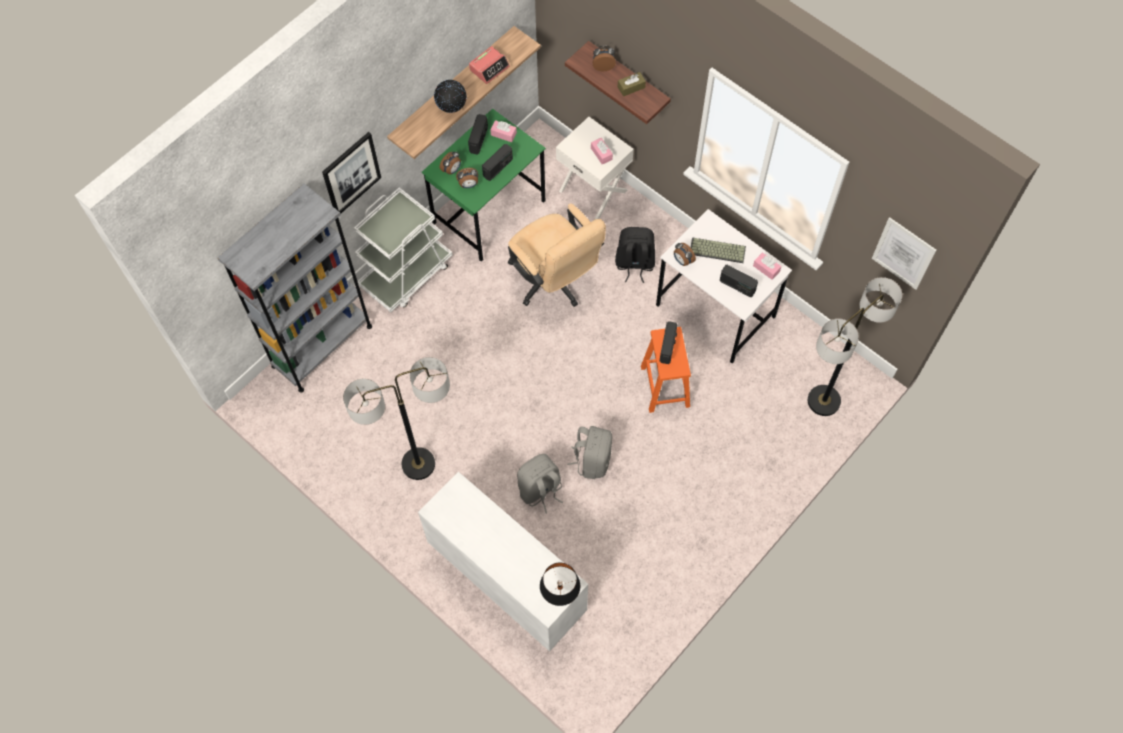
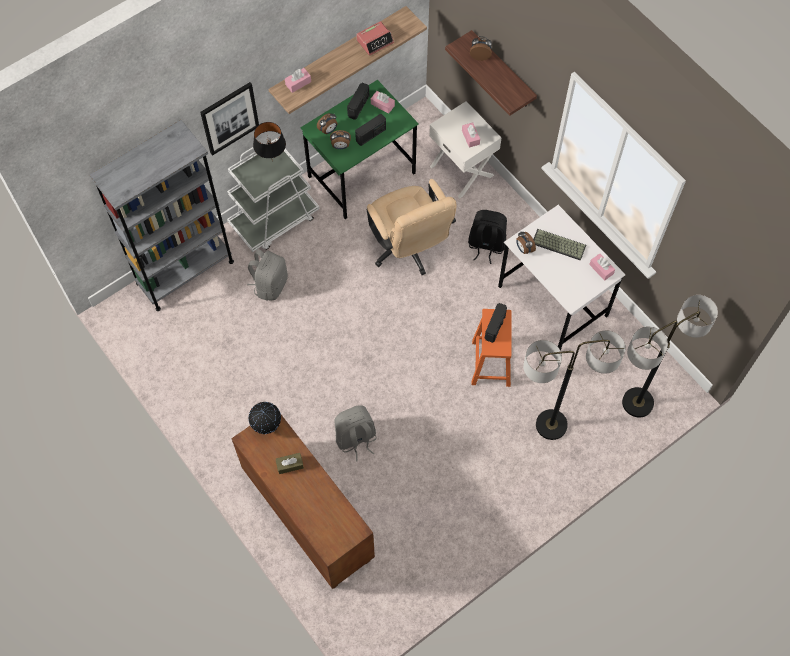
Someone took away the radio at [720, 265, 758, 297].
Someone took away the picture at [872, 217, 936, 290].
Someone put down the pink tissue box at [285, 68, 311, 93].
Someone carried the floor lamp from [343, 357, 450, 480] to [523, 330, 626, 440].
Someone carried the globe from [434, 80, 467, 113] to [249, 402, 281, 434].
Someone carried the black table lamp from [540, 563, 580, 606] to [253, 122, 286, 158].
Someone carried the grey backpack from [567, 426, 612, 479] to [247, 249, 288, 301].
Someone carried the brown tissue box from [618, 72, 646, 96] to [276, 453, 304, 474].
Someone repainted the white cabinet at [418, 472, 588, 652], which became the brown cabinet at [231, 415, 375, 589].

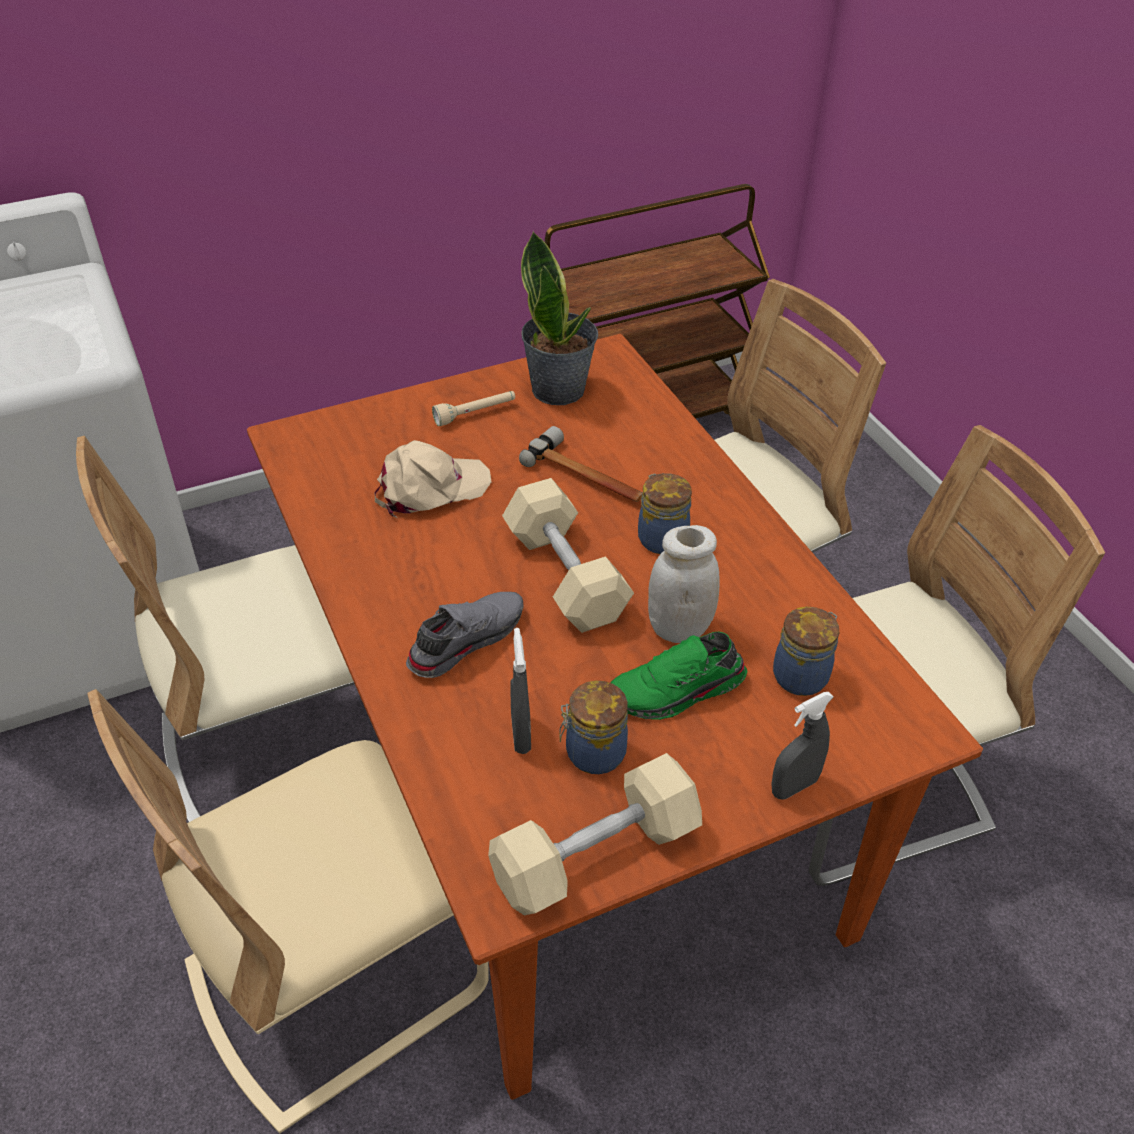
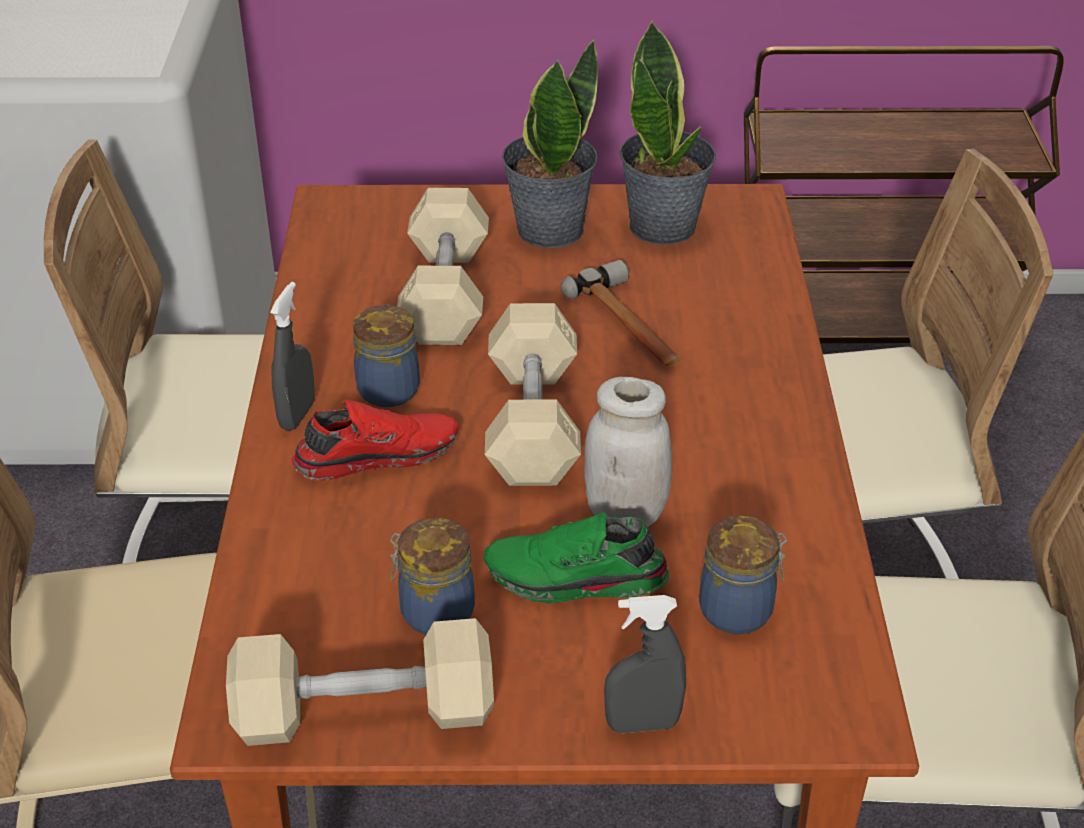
Someone carried the grey spray bottle from [510, 628, 531, 754] to [270, 282, 315, 431].
Someone carried the jar from [638, 473, 692, 554] to [353, 305, 420, 407].
Someone swapped the beige cap at [375, 440, 492, 518] for the beige dumbbell at [397, 188, 489, 345].
Someone swapped the beige flashlight at [432, 391, 515, 426] for the potted plant at [502, 39, 598, 248].
Someone repainted the grey shoe at [406, 592, 524, 678], which became the red shoe at [291, 399, 459, 481].

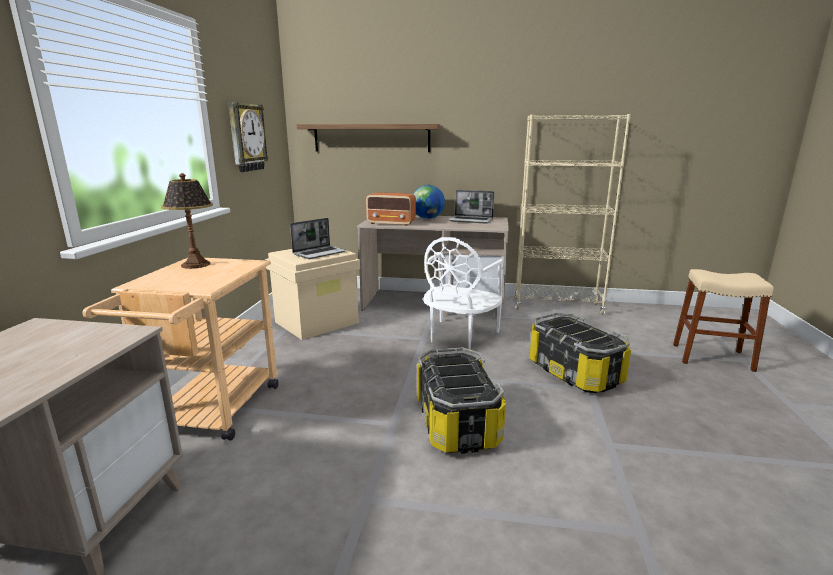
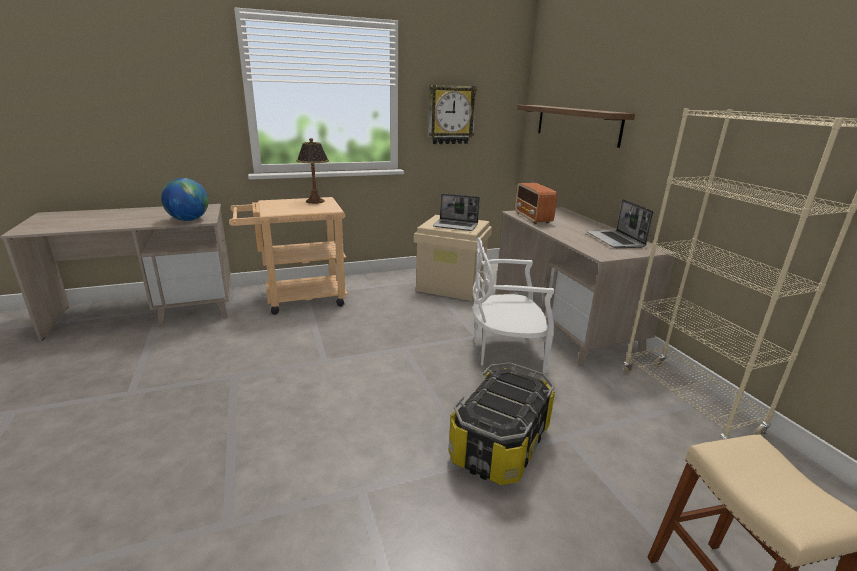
Someone took away the storage box at [417, 348, 506, 454].
Someone carried the globe from [414, 185, 445, 219] to [161, 178, 208, 221].

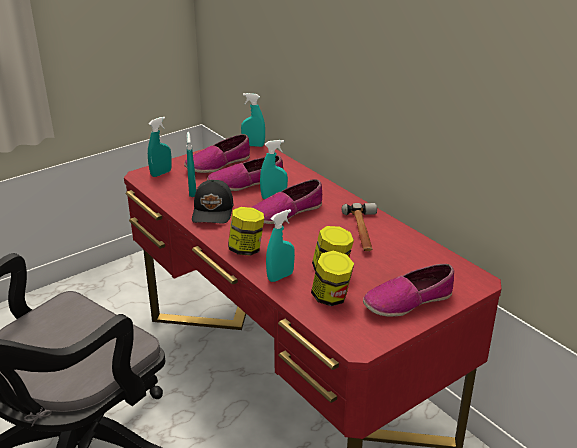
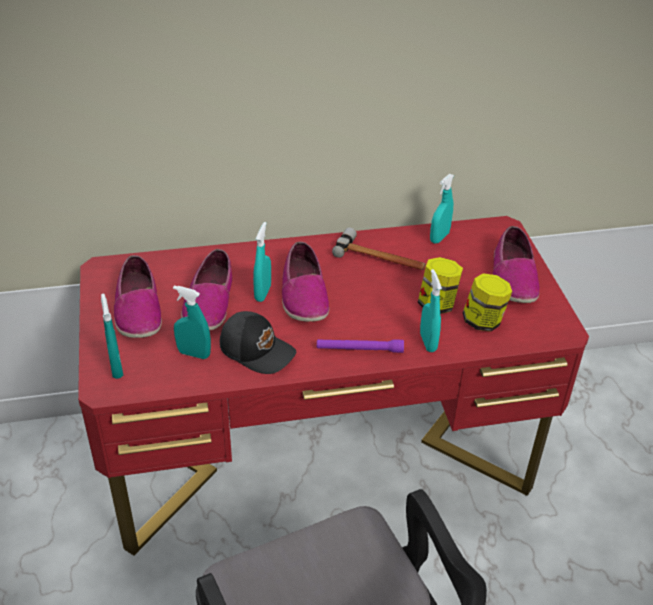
Someone carried the turquoise spray bottle from [241, 93, 265, 147] to [430, 174, 454, 244].
Someone swapped the jar at [228, 207, 264, 256] for the purple flashlight at [317, 339, 404, 353].

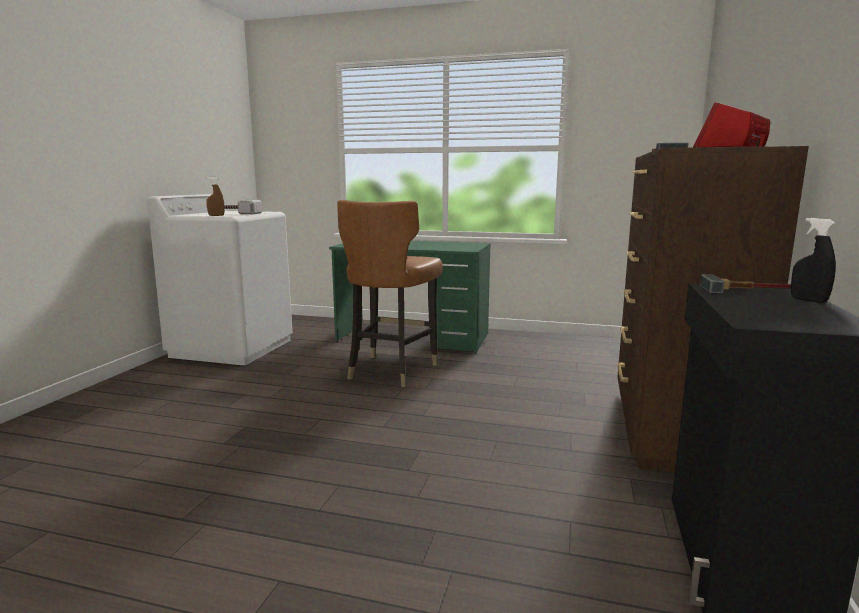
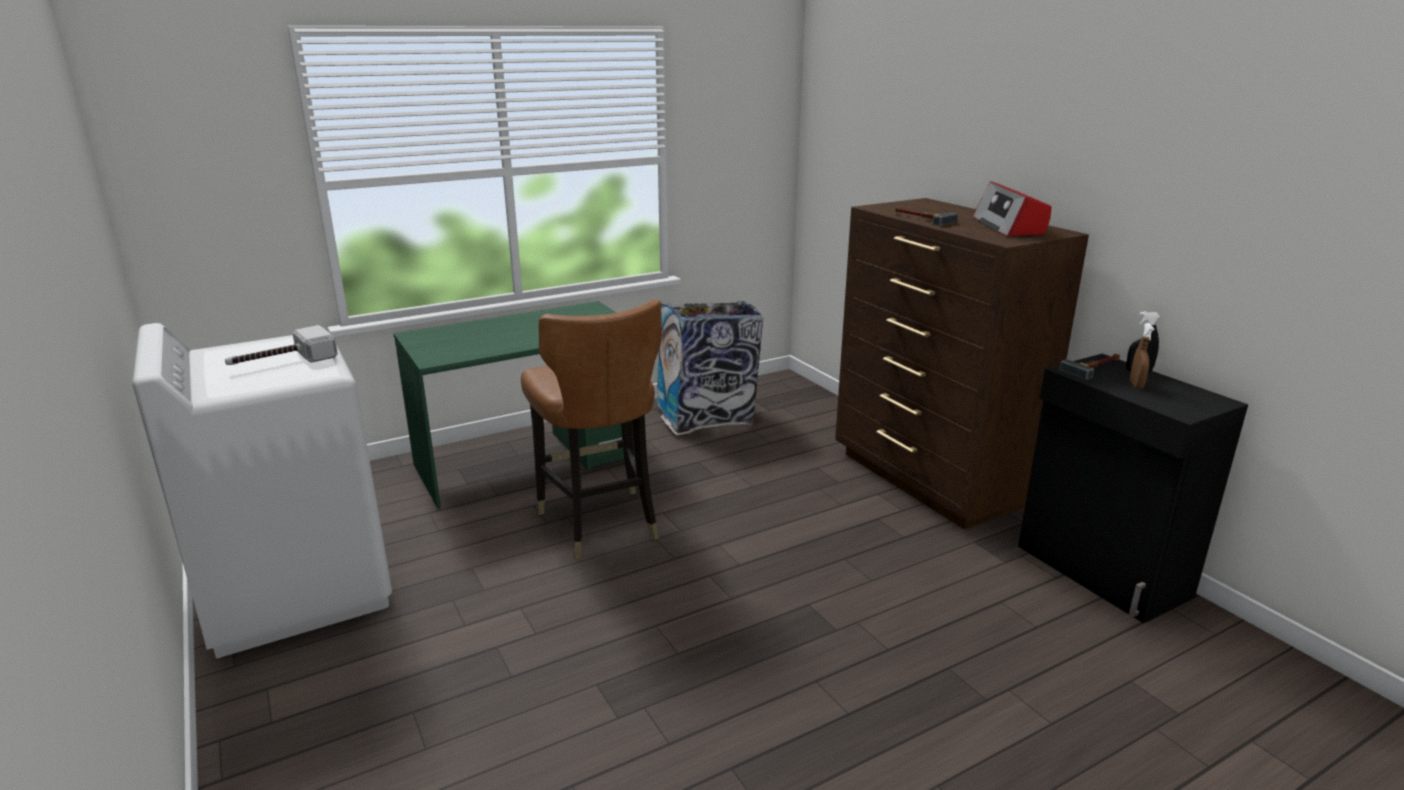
Someone put down the trash can at [656, 301, 763, 435].
Someone carried the brown spray bottle from [206, 177, 225, 216] to [1130, 323, 1154, 389].

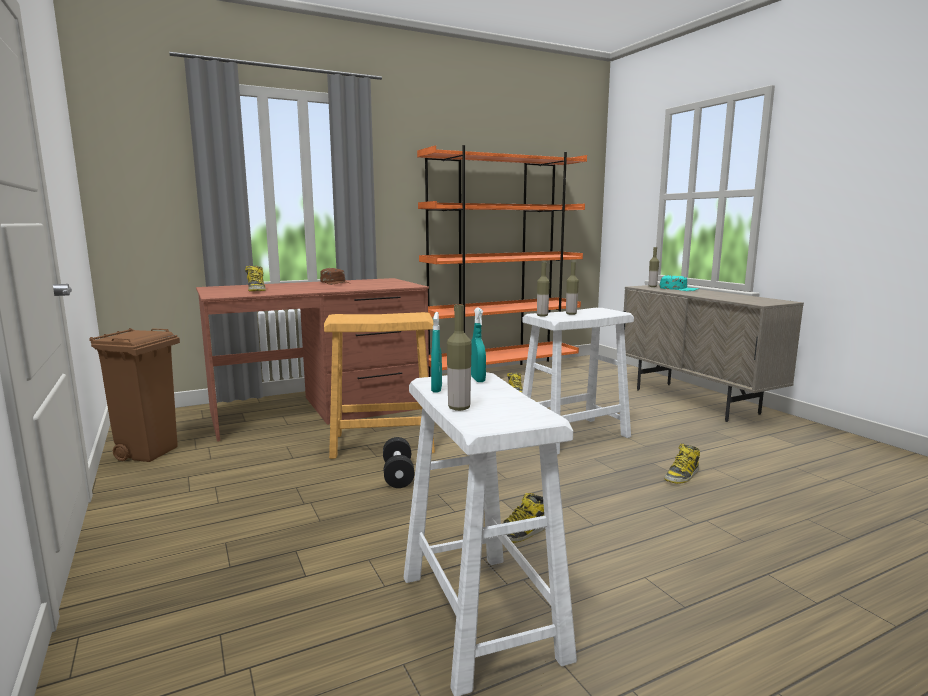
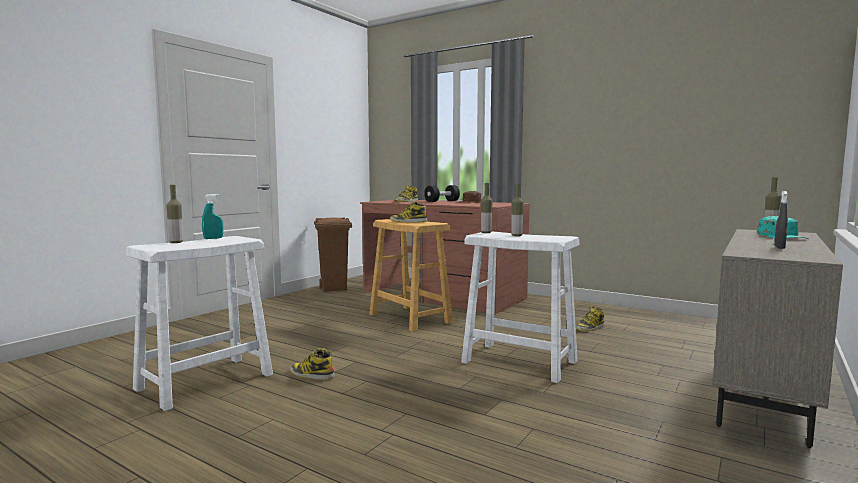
Someone took away the orange bookcase at [417, 145, 587, 377].
Someone took away the turquoise spray bottle at [471, 308, 486, 382].
Someone put down the grey spray bottle at [774, 191, 788, 249].
Someone carried the black dumbbell from [383, 437, 414, 488] to [424, 185, 460, 202].
Someone carried the boot from [664, 444, 700, 484] to [390, 202, 427, 222].

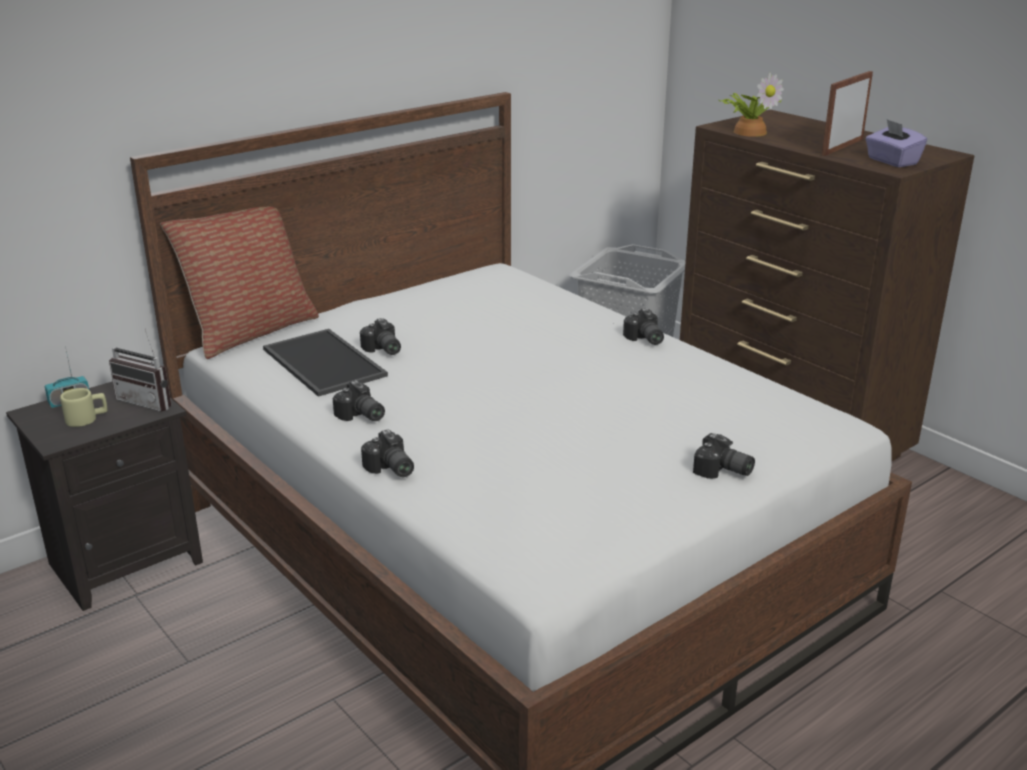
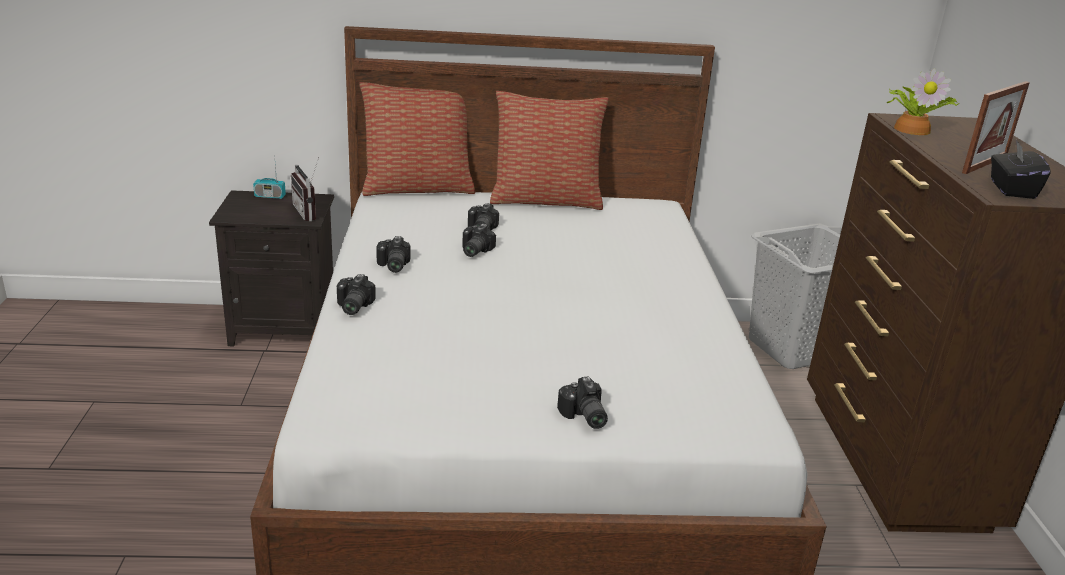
Someone took away the beige mug at [60, 388, 107, 427].
Someone took away the tray at [263, 329, 388, 397].
Someone put down the pillow at [490, 91, 609, 210].
Someone carried the photo camera from [623, 308, 664, 345] to [462, 224, 496, 257].
Someone repainted the purple tissue box at [865, 119, 927, 167], which became the black tissue box at [991, 140, 1051, 199].
Someone rotated the picture frame at [822, 71, 873, 156] by 150 degrees clockwise.

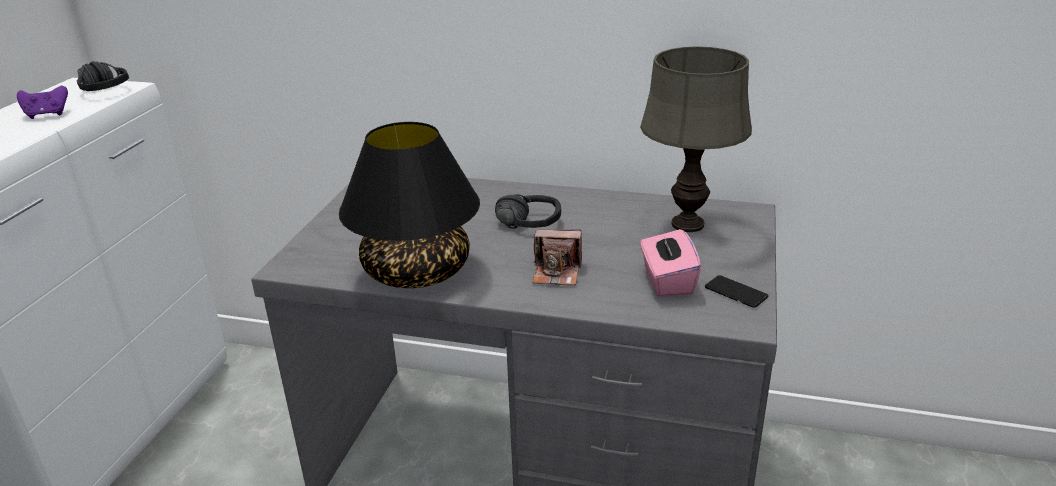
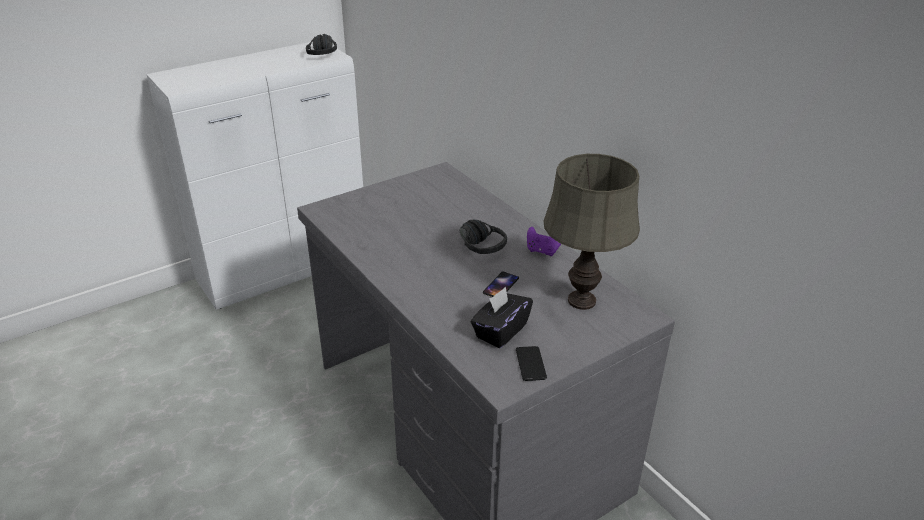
Someone took away the black table lamp at [339, 122, 480, 288].
Someone took away the photo camera at [532, 229, 582, 286].
Someone put down the phone at [483, 271, 519, 297].
Someone carried the purple game controller from [17, 86, 68, 119] to [527, 227, 561, 256].
Someone repainted the pink tissue box at [640, 227, 701, 297], which became the black tissue box at [471, 287, 533, 348].

